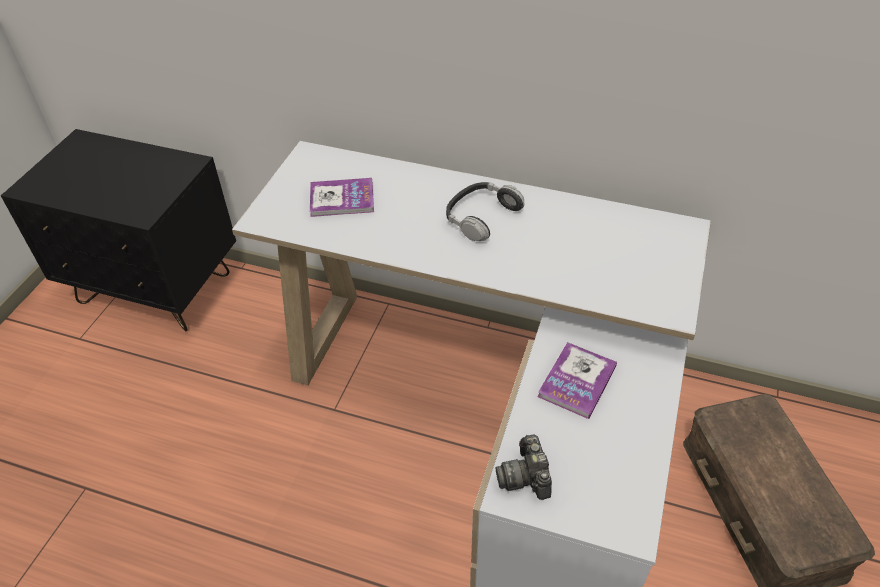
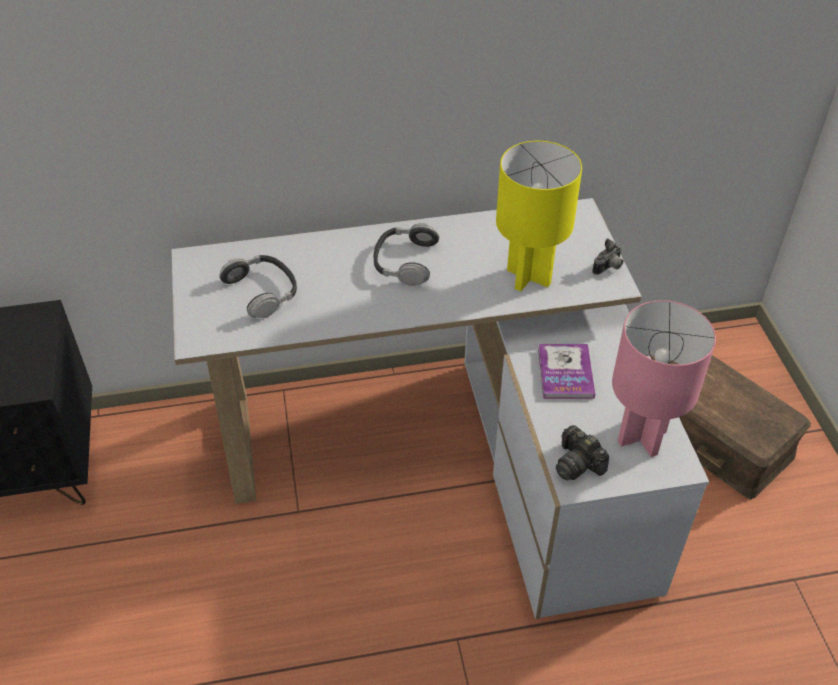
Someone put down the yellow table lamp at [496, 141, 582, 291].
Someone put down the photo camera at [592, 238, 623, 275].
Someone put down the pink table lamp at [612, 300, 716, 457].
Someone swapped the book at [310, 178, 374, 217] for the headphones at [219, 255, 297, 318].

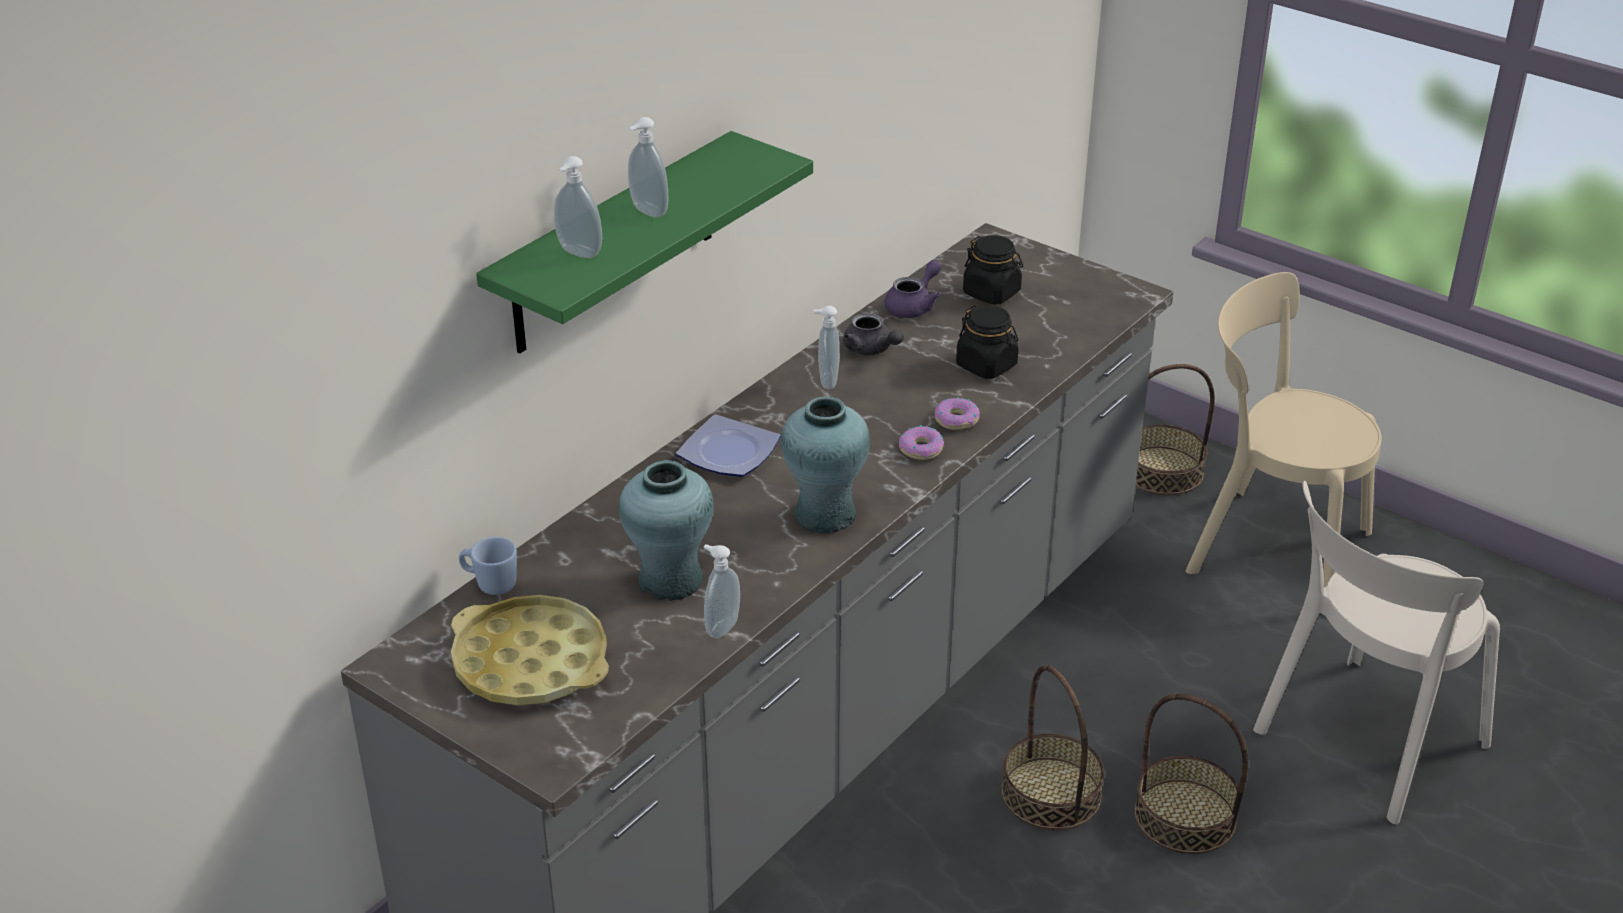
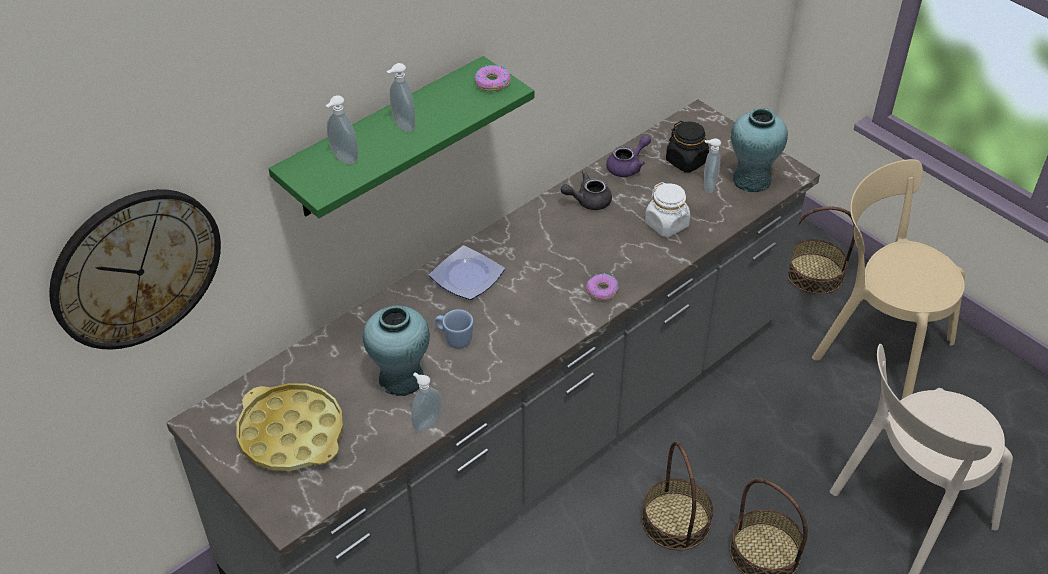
Someone put up the wall clock at [49, 189, 221, 349].
Someone carried the blue mug from [459, 537, 517, 595] to [435, 309, 473, 349].
Someone carried the turquoise vase from [780, 396, 870, 534] to [731, 108, 788, 192].
Someone carried the soap dispenser from [813, 306, 840, 389] to [704, 139, 721, 193].
Someone carried the donut from [935, 397, 980, 430] to [474, 65, 511, 91].
Someone repainted the black jar at [956, 305, 1018, 379], which became the white jar at [645, 182, 690, 237].
Someone rotated the grey teapot at [843, 313, 904, 355] by 105 degrees clockwise.

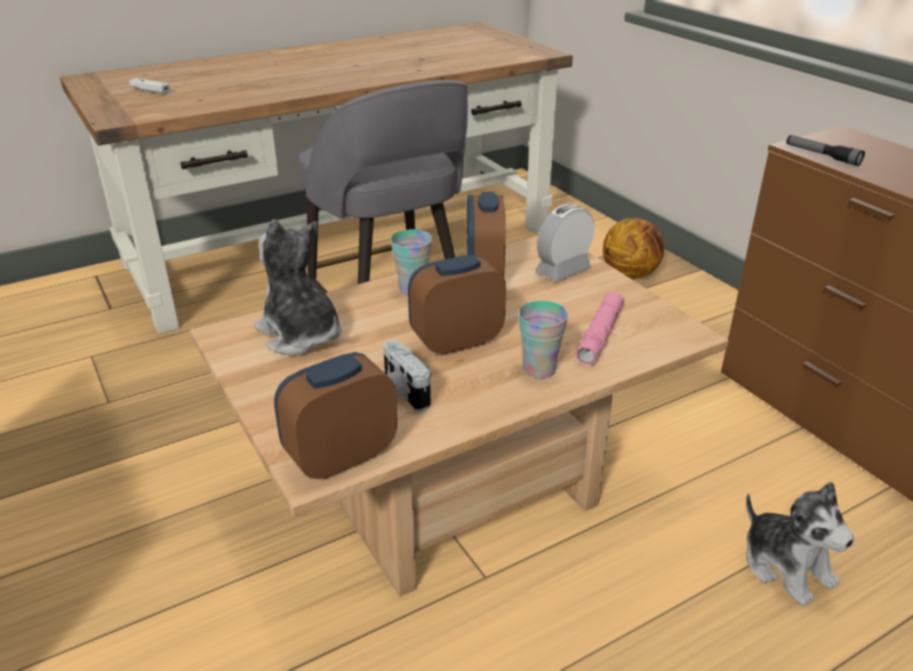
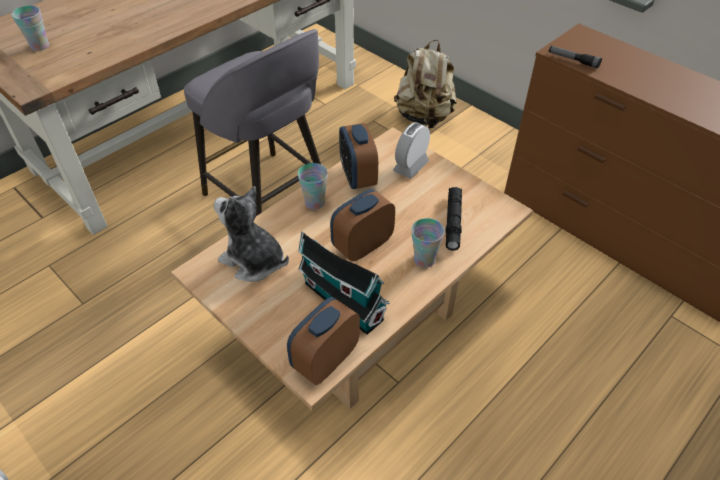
Someone took away the plush toy at [746, 482, 854, 606].
Someone swapped the white game controller at [129, 78, 170, 94] for the cup at [11, 6, 49, 51].
Someone swapped the photo camera at [383, 340, 431, 411] for the toy house at [298, 231, 390, 335].
Someone swapped the basketball at [603, 218, 665, 279] for the beige backpack at [394, 40, 457, 128].
Someone repainted the pink flashlight at [575, 292, 625, 366], which became the black flashlight at [446, 187, 462, 251].

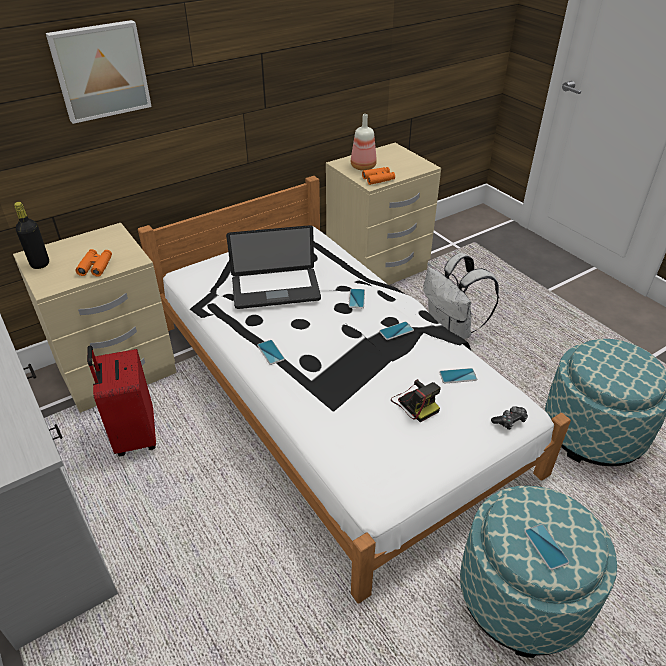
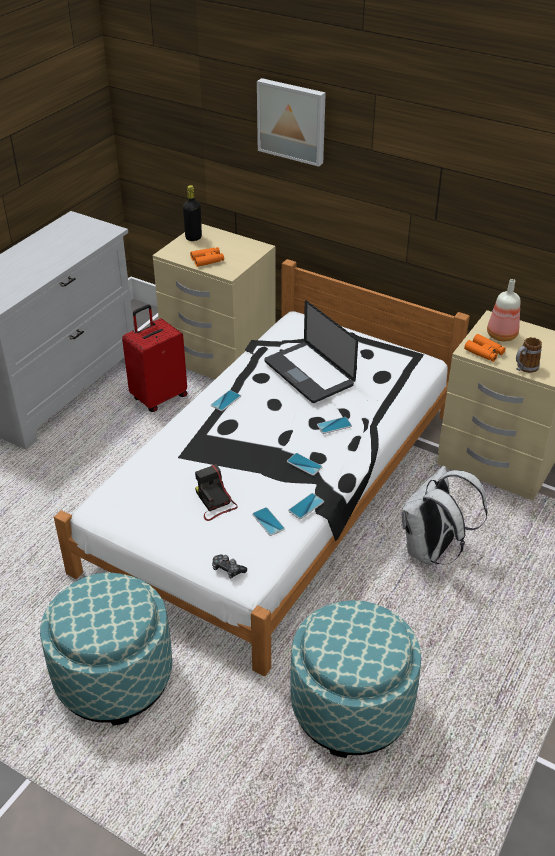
Someone put down the mug at [516, 337, 542, 373].
Someone carried the phone from [524, 524, 569, 570] to [288, 493, 324, 519].
Someone rotated the photo camera at [391, 379, 441, 422] by 120 degrees clockwise.

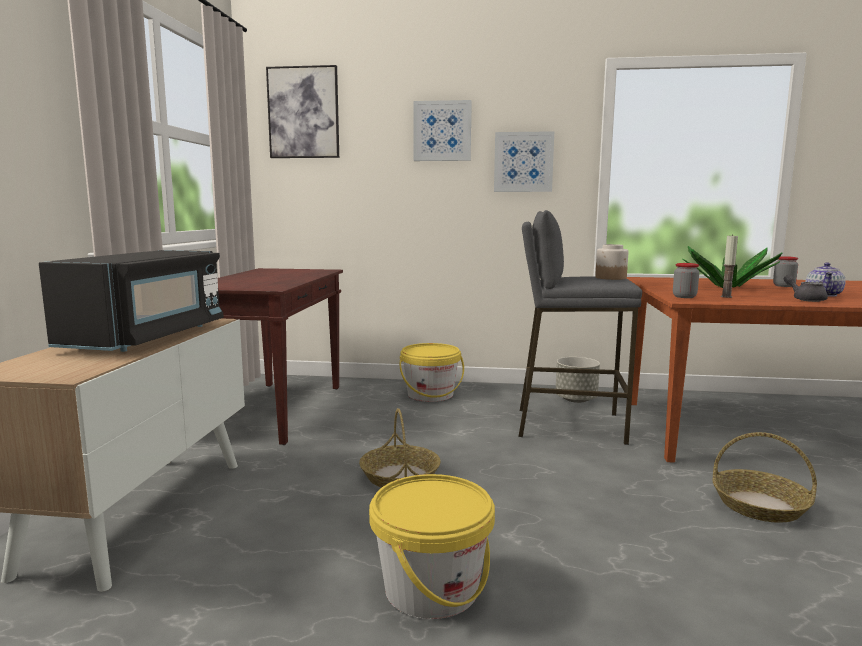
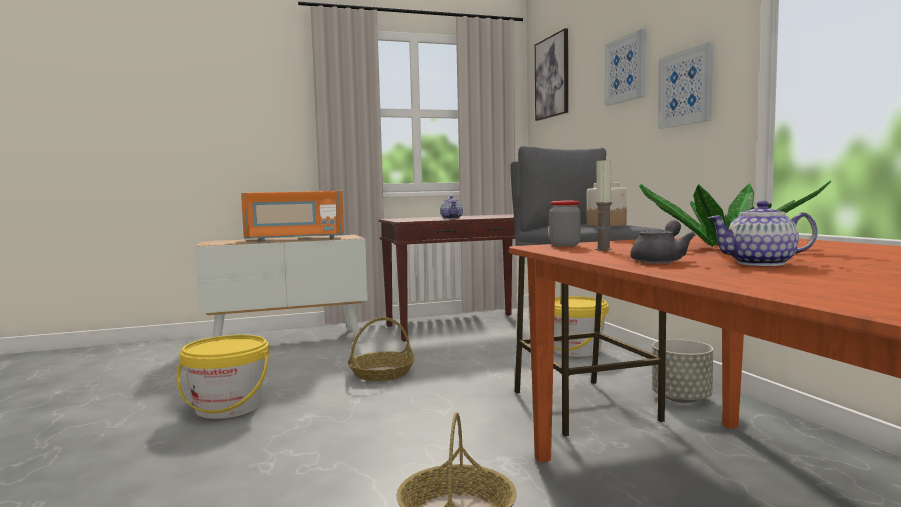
Someone took away the jar at [773, 256, 798, 287].
Someone put down the teapot at [440, 196, 463, 219].
Someone repainted the black microwave at [39, 250, 224, 352], which became the orange microwave at [241, 191, 344, 242].

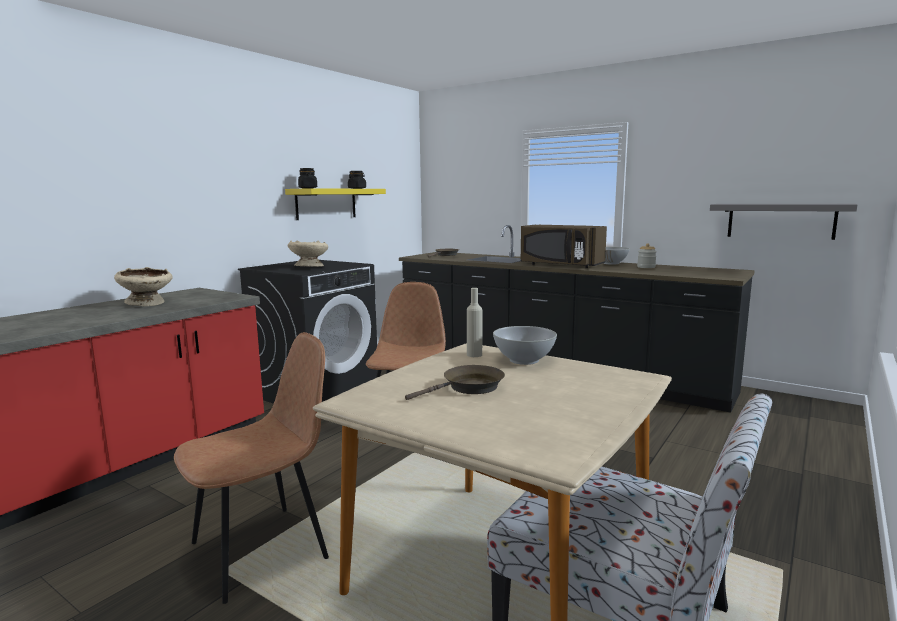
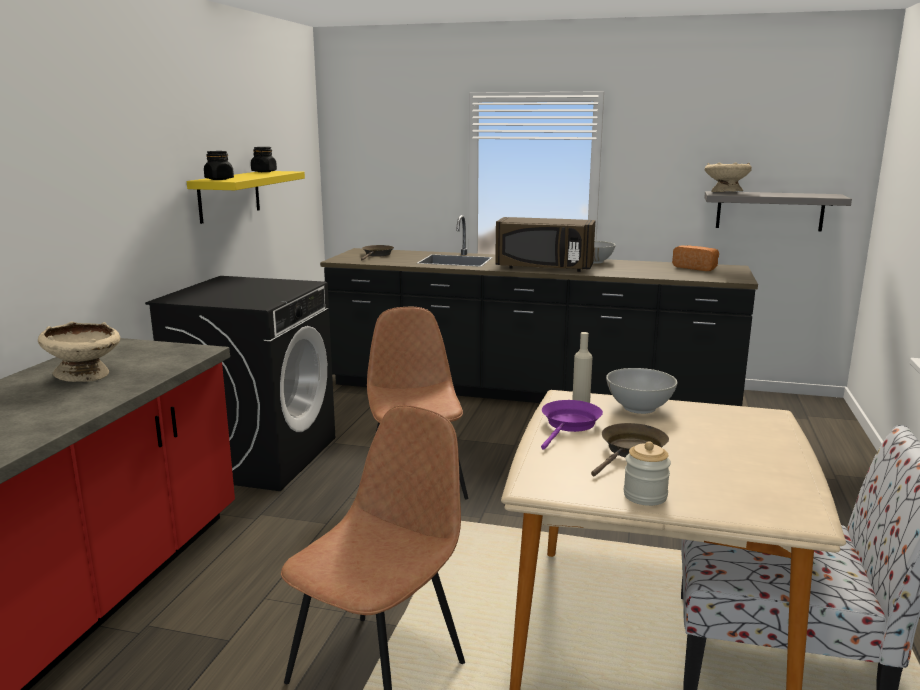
Someone put down the purple frying pan at [541, 400, 603, 450].
Someone put down the bread at [672, 245, 719, 271].
Someone carried the beige bowl from [288, 240, 328, 267] to [705, 162, 752, 192].
Someone carried the jar from [637, 244, 657, 268] to [624, 441, 671, 506].

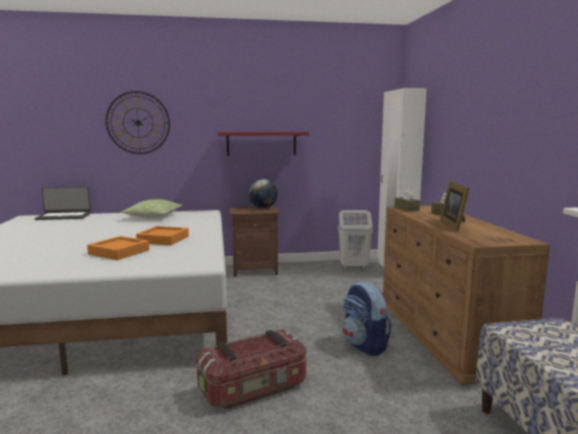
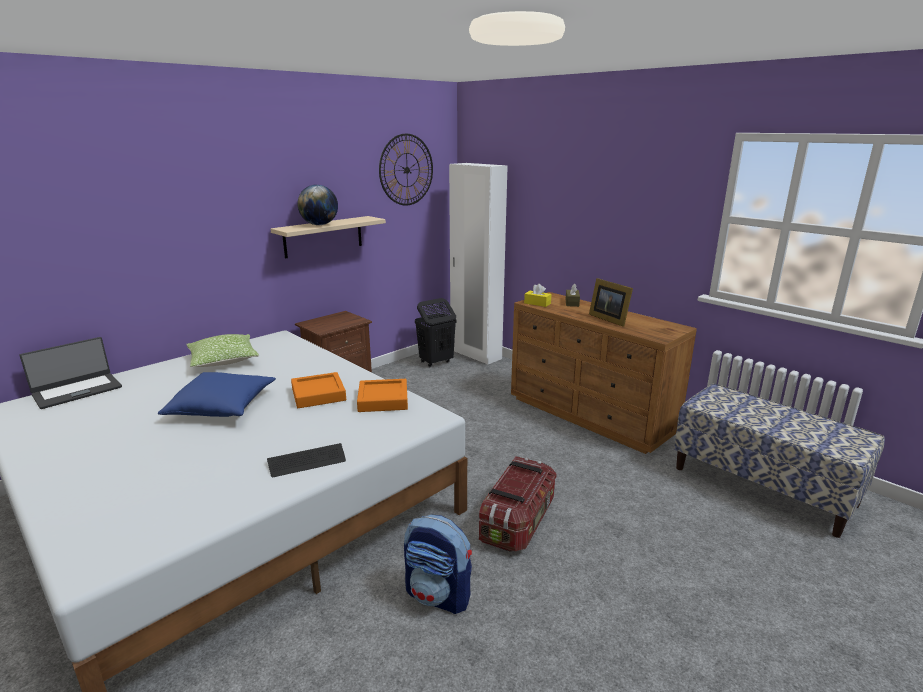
Someone put down the blue pillow at [158, 372, 276, 417].
Someone put down the keyboard at [267, 443, 346, 477].
Someone carried the orange tray from [87, 236, 149, 260] to [357, 379, 408, 412].
Someone carried the wall clock from [106, 91, 170, 154] to [379, 134, 433, 206].
Someone carried the globe from [248, 179, 278, 208] to [297, 185, 338, 225].
Someone carried the backpack from [343, 281, 391, 356] to [404, 515, 472, 614].
Someone repainted the red shelf at [218, 132, 309, 156], which became the beige shelf at [271, 216, 386, 259].
Someone repainted the white laundry basket at [338, 210, 373, 270], which became the black laundry basket at [415, 298, 457, 367].
Someone repainted the brown tissue box at [394, 189, 420, 212], which became the yellow tissue box at [524, 284, 551, 307].

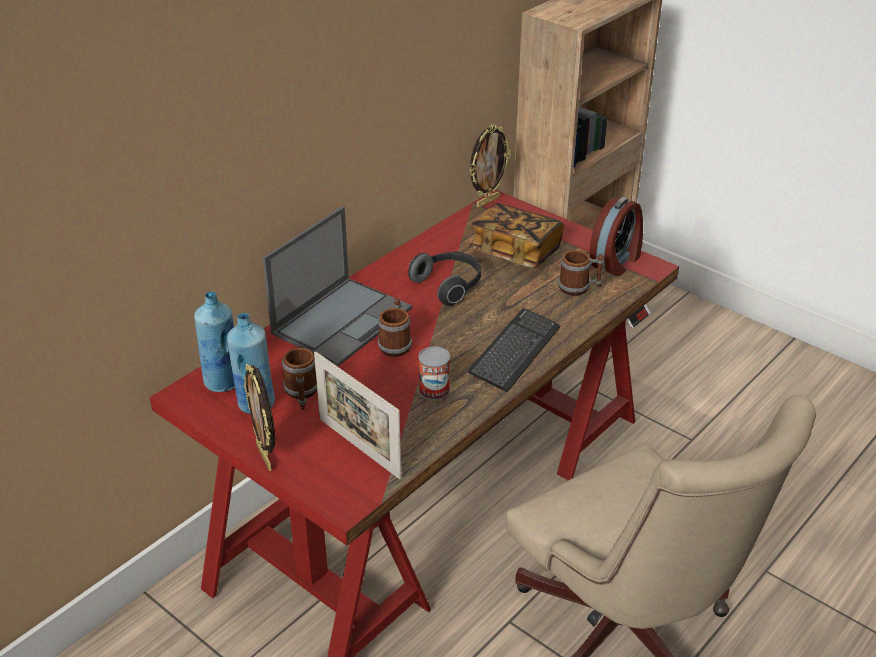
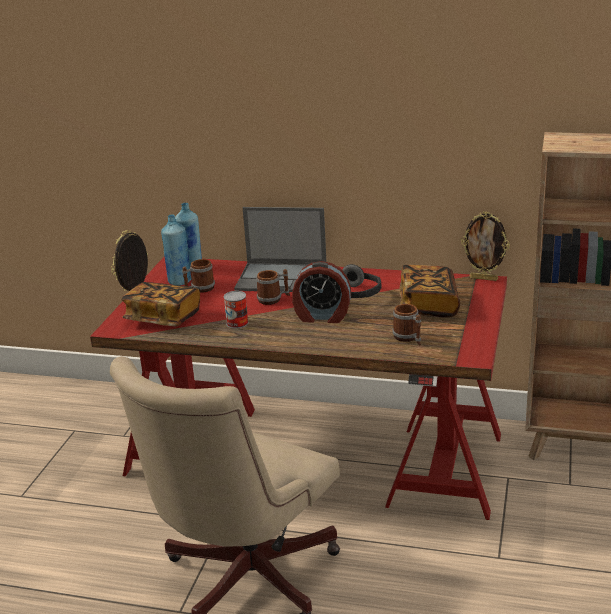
Someone took away the keyboard at [468, 308, 560, 392].
Someone carried the alarm clock from [589, 196, 643, 276] to [292, 261, 351, 323].
Someone swapped the picture frame at [314, 351, 401, 479] for the book at [121, 282, 200, 326].

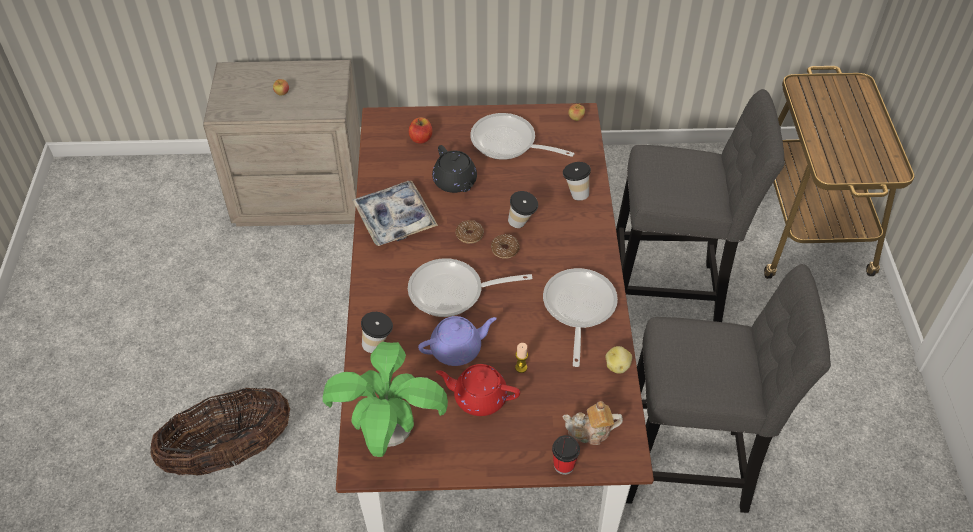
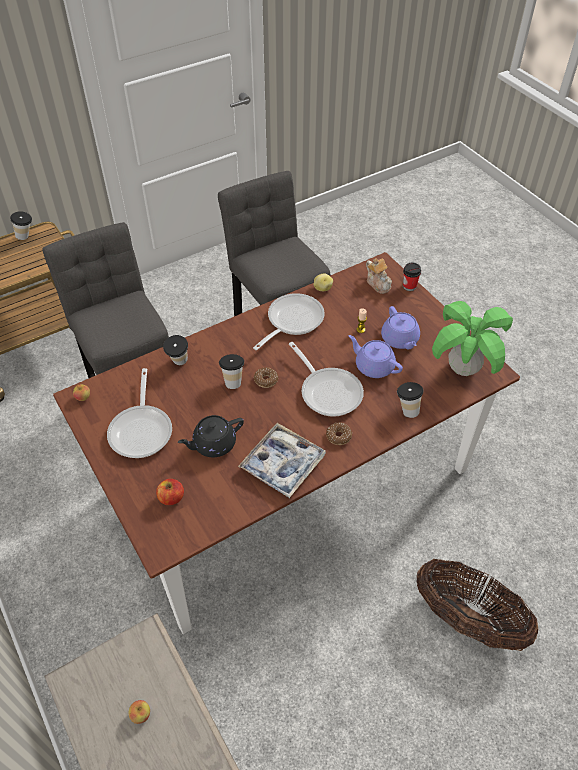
Someone put down the cup at [10, 211, 32, 240].
Someone carried the donut from [456, 220, 484, 244] to [326, 422, 352, 445].
Someone repainted the red teapot at [436, 364, 520, 416], which became the purple teapot at [381, 306, 420, 349].
Someone rotated the black teapot at [432, 145, 477, 193] by 150 degrees counterclockwise.
Someone rotated the frying pan at [543, 268, 618, 367] by 150 degrees clockwise.

